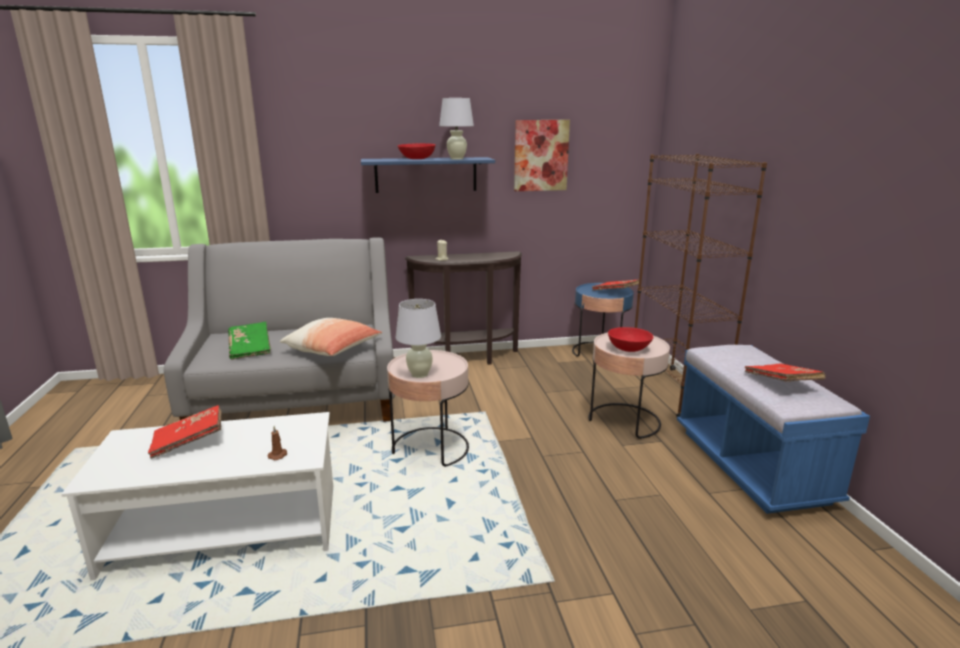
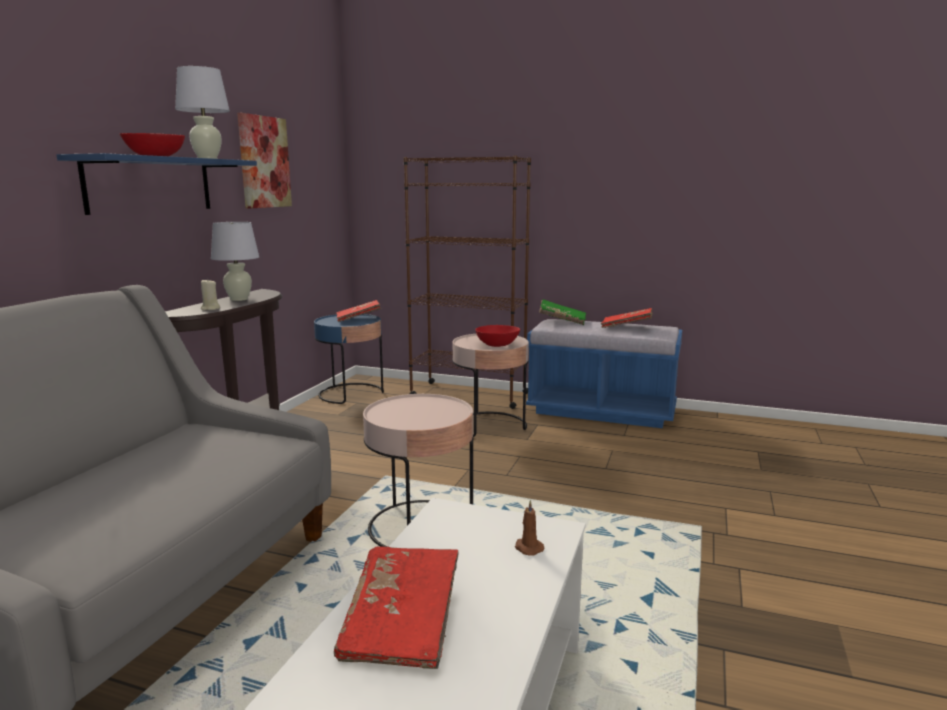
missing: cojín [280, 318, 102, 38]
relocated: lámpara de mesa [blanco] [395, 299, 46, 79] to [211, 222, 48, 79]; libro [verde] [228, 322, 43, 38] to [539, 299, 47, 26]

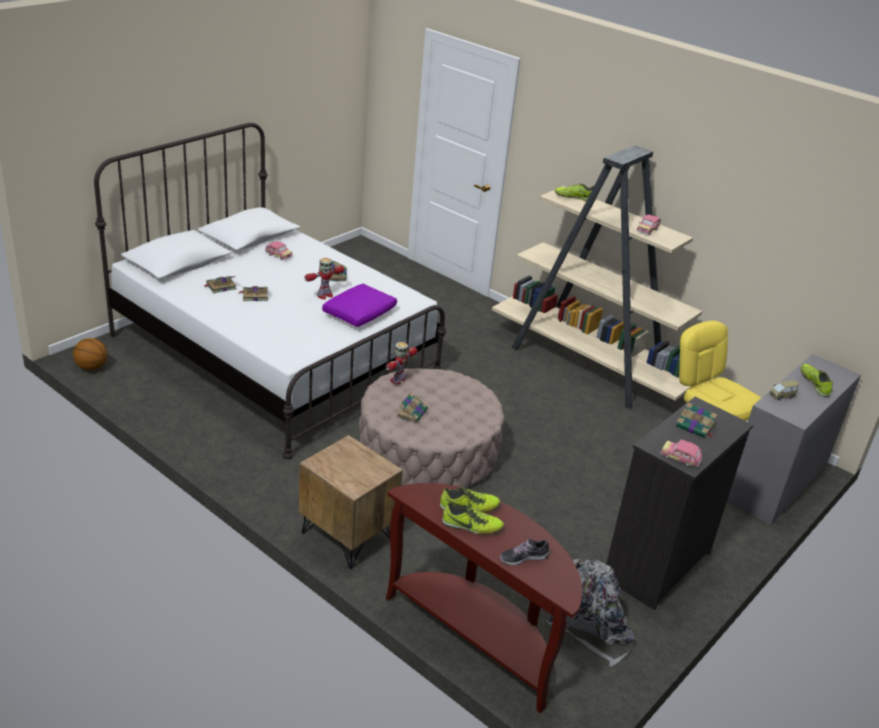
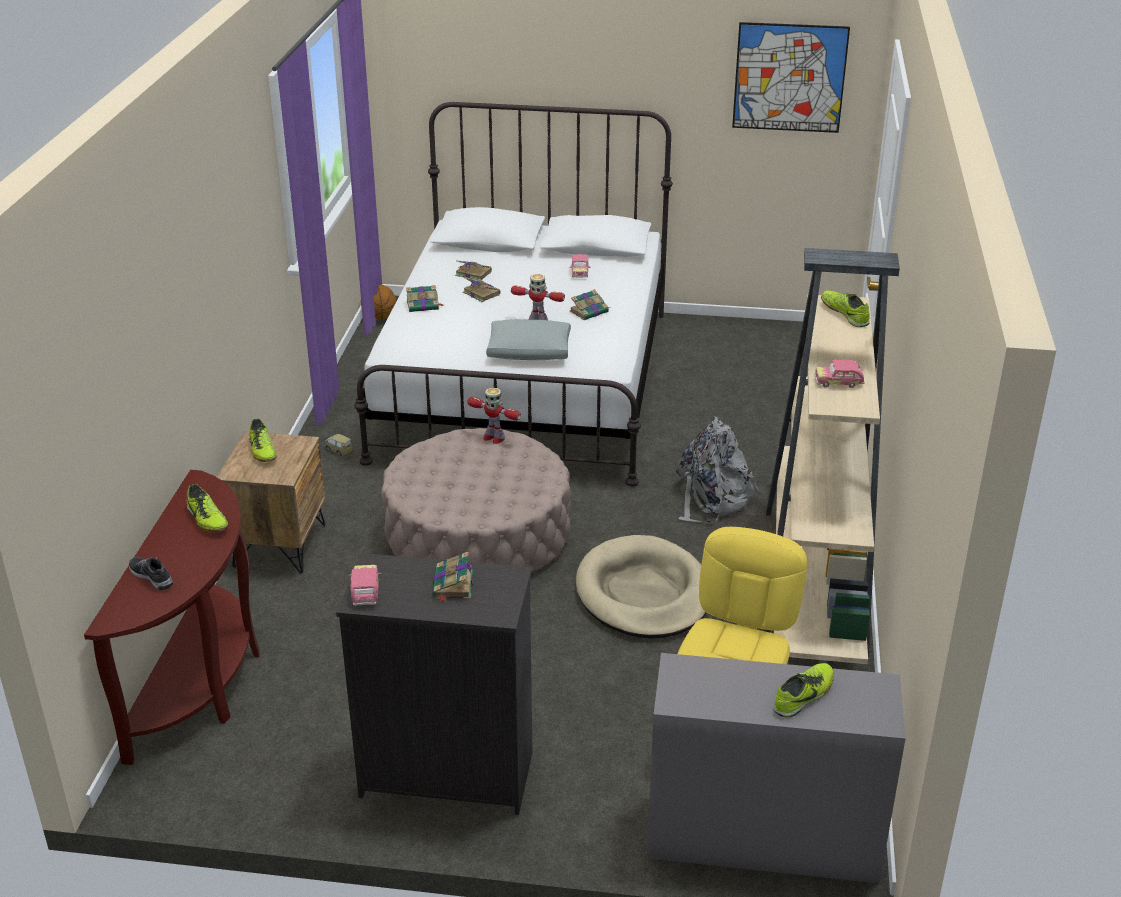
appeared: cama para perro [beis] [576, 535, 131, 103]; cuadro [732, 22, 118, 111]
relocated: zapato [442, 502, 62, 32] to [250, 419, 27, 43]; coche de juguete [769, 380, 30, 21] to [324, 434, 29, 22]; libro [396, 392, 32, 31] to [406, 285, 38, 27]; mochila [gris] [547, 559, 88, 108] to [676, 416, 83, 108]
colour: cojín [morado] [322, 284, 75, 43] to cojín [gris] [486, 319, 85, 41]
spun: robot de juguete [386, 342, 31, 42] = [467, 388, 54, 56] 150 degrees counterclockwise

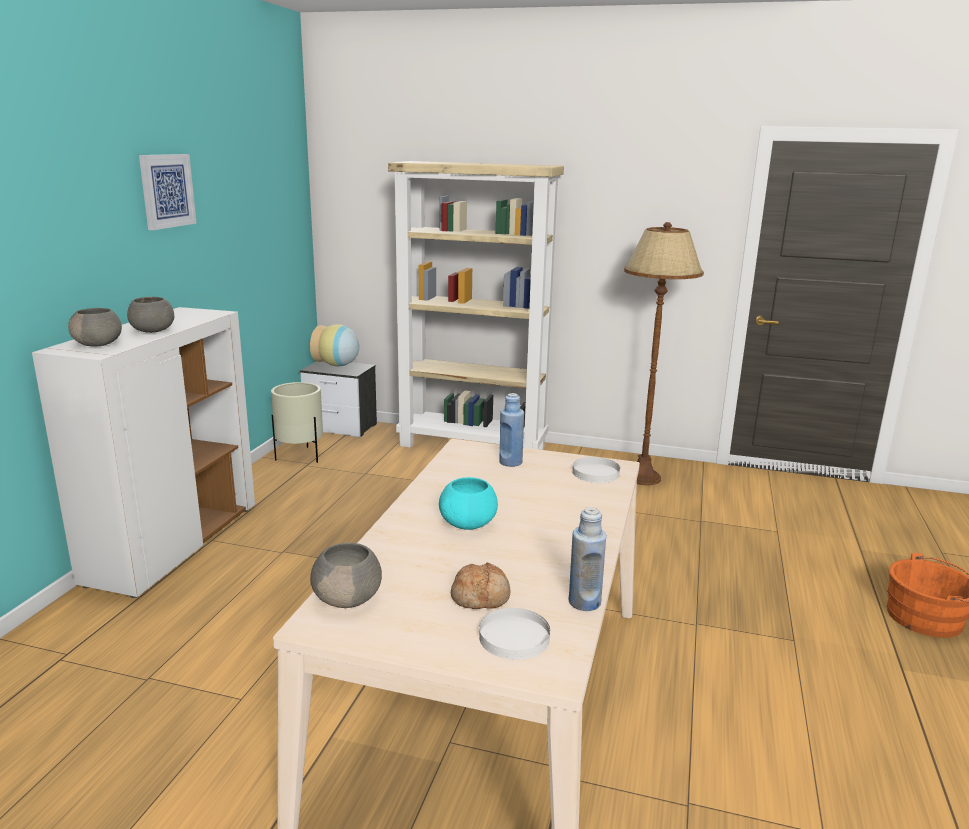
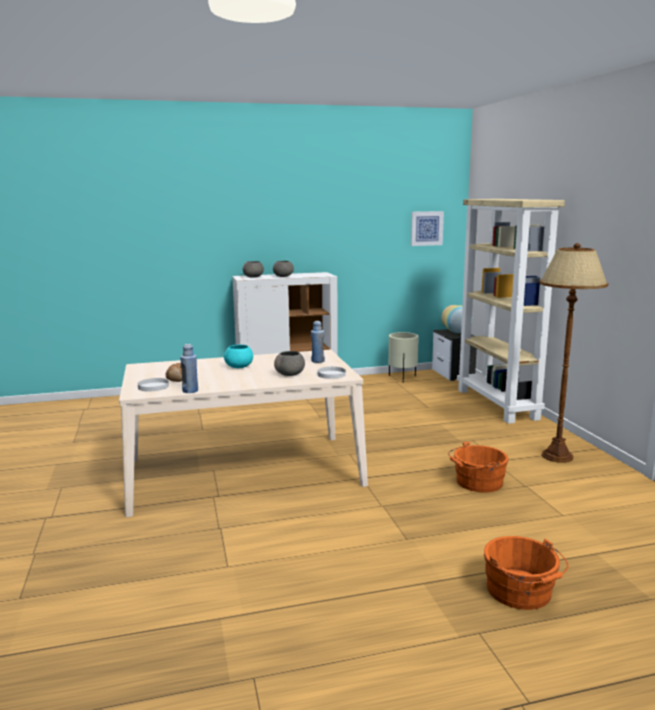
appeared: cubo [naranja] [448, 441, 61, 51]
relocated: cuenco [gris] [310, 543, 72, 65] to [274, 351, 31, 25]; cuadro [139, 154, 58, 76] to [411, 211, 33, 35]

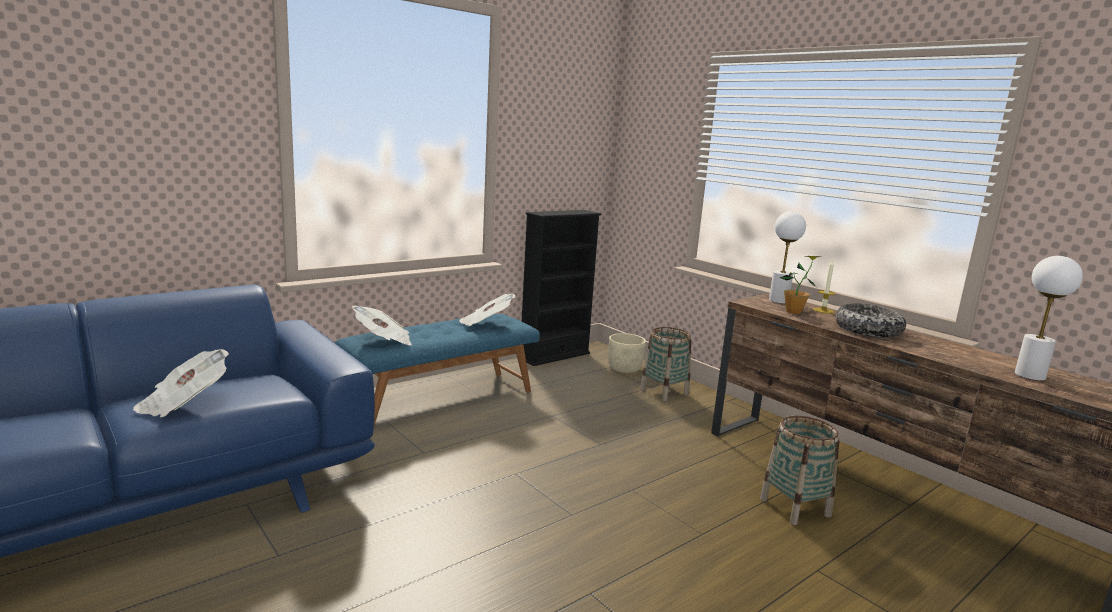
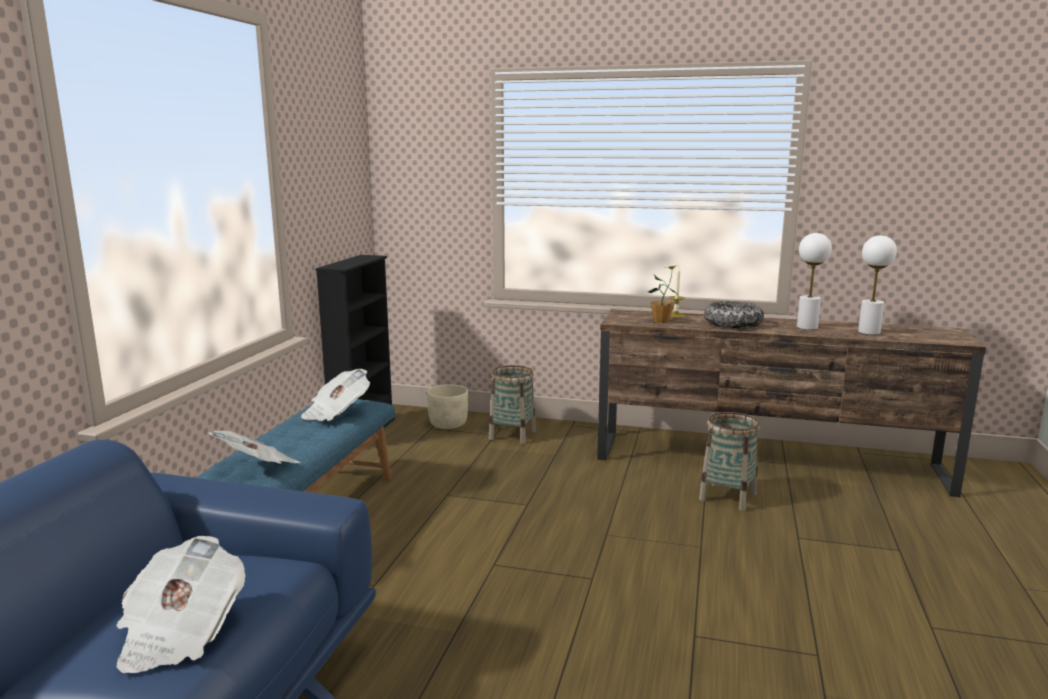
relocated: lámpara de mesa [blanco] [769, 211, 37, 93] to [797, 233, 35, 97]

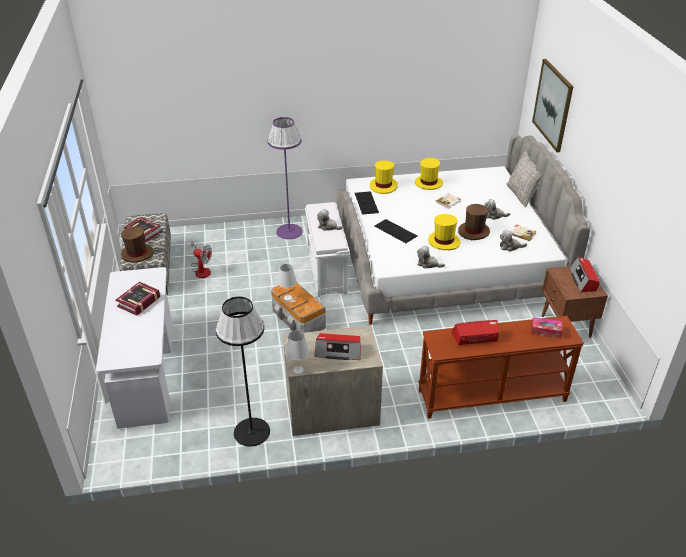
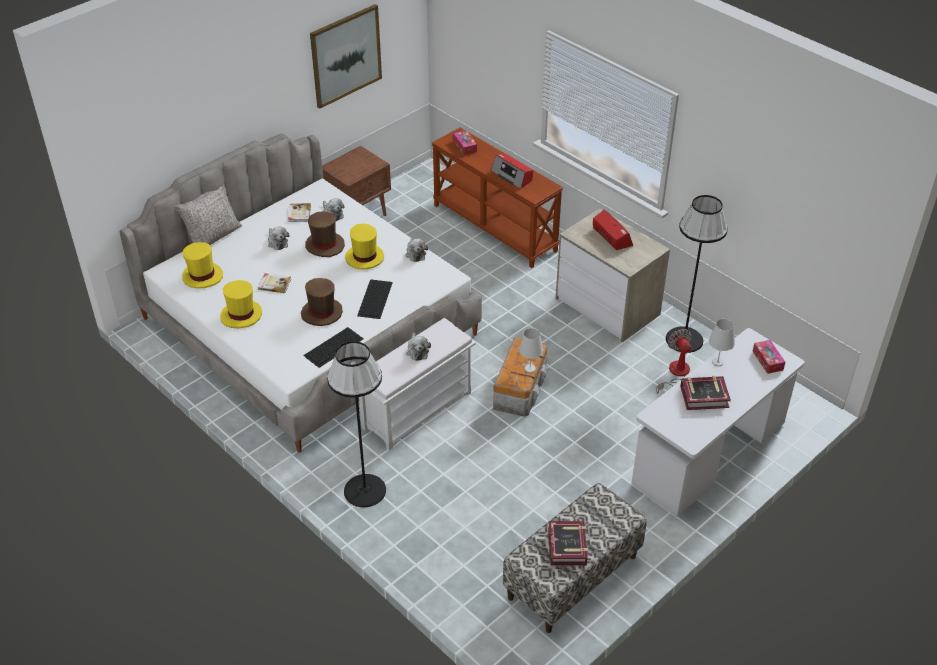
missing: radio [569, 257, 31, 36]
appeared: caja de pañuelos [753, 340, 32, 34]
relocated: sombrero [amarillo] [370, 160, 27, 34] to [182, 242, 41, 47]; sombrero [marrón] [121, 226, 33, 37] to [301, 278, 42, 48]; cuadro [532, 59, 41, 93] to [310, 4, 72, 105]; ventilador [191, 241, 21, 37] to [656, 329, 36, 65]; lámpara de mesa [blanco] [285, 330, 24, 44] to [709, 319, 26, 47]
colour: lámpara de pie [morado] [267, 117, 36, 122] to lámpara de pie [negro] [327, 341, 59, 166]

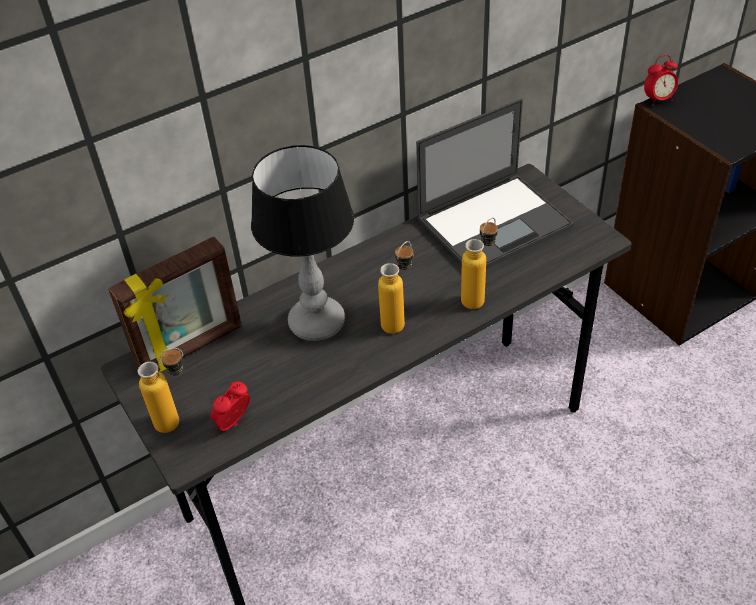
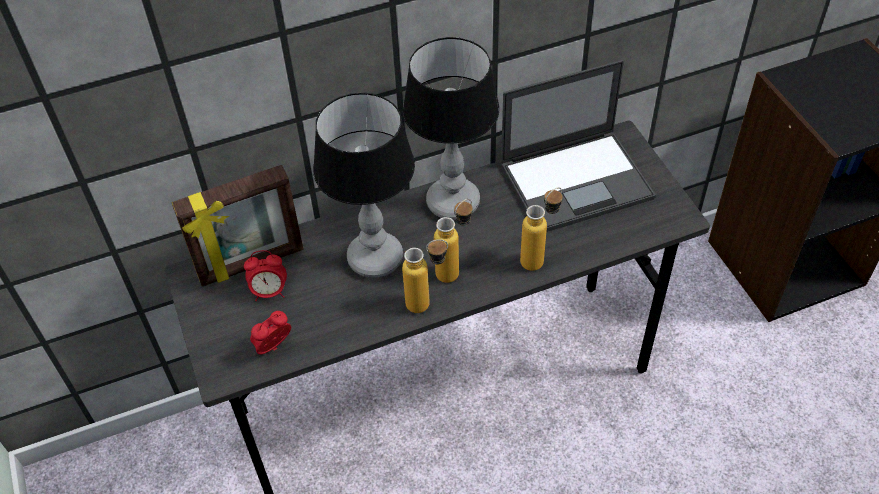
appeared: lámpara de mesa [402, 37, 98, 183]
relocated: despertador [644, 55, 34, 51] to [244, 250, 43, 51]; botella [138, 348, 45, 85] to [402, 239, 46, 74]

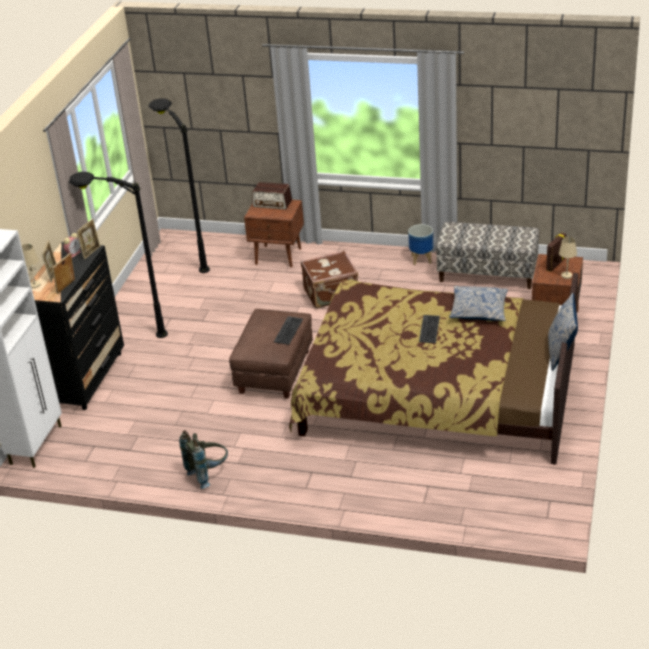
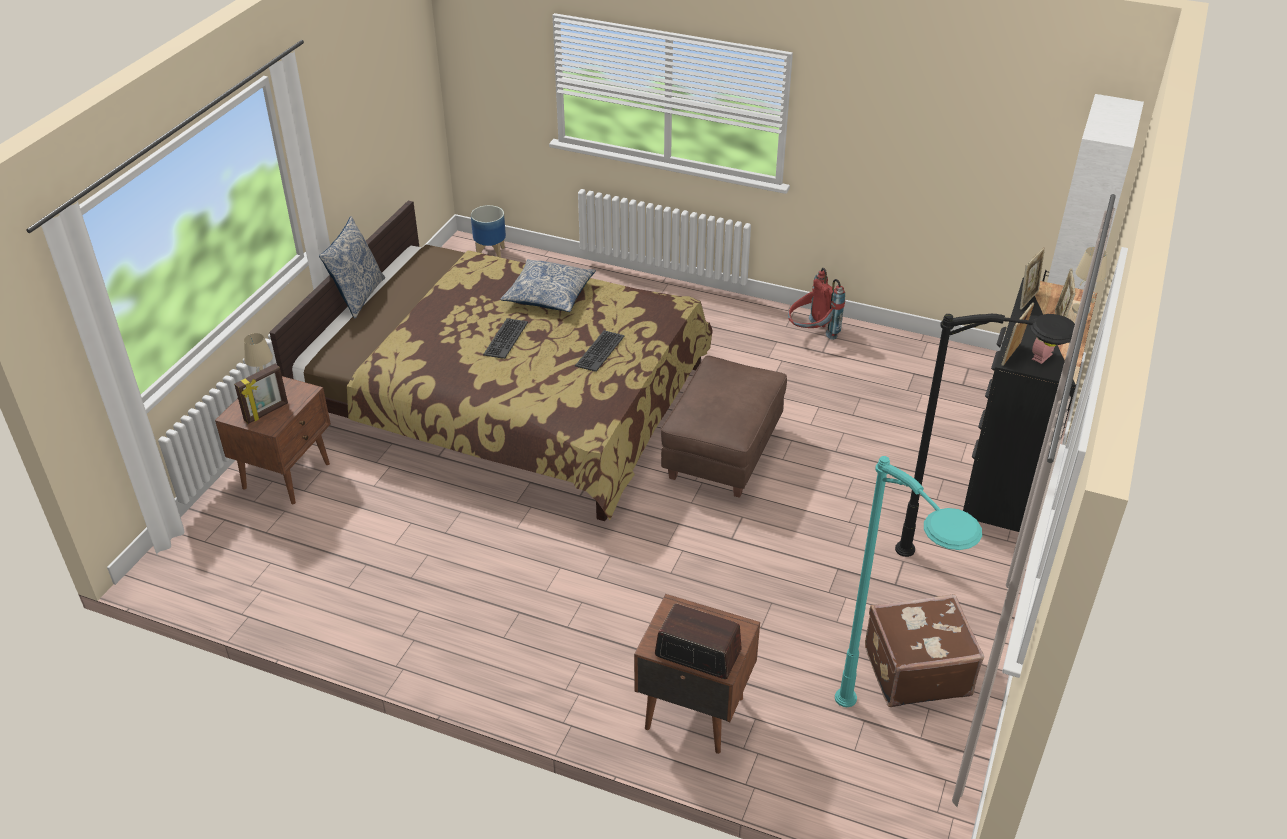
missing: banco [436, 222, 103, 67]
relocated: maceta [408, 224, 25, 41] to [471, 205, 35, 53]; cojín [449, 286, 59, 35] to [500, 259, 96, 53]; teclado [274, 316, 29, 29] to [575, 330, 50, 42]; maleta [marrón] [300, 251, 58, 58] to [865, 594, 119, 113]
colour: mochila [gris] [179, 430, 49, 59] to mochila [rojo] [788, 268, 57, 72]; lámpara de pie [negro] [148, 98, 62, 175] to lámpara de pie [turquesa] [835, 456, 147, 251]

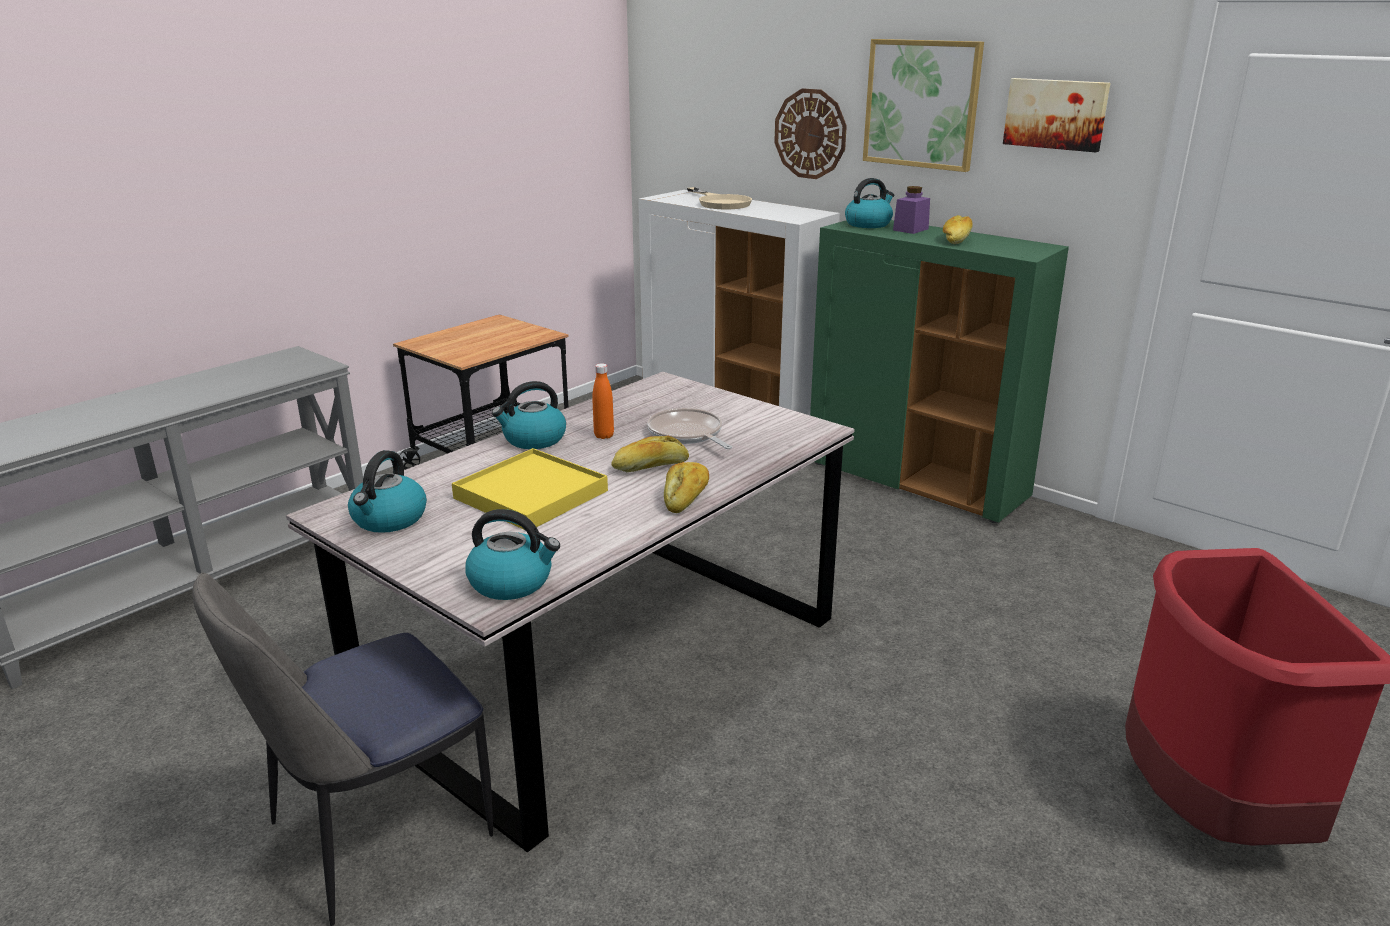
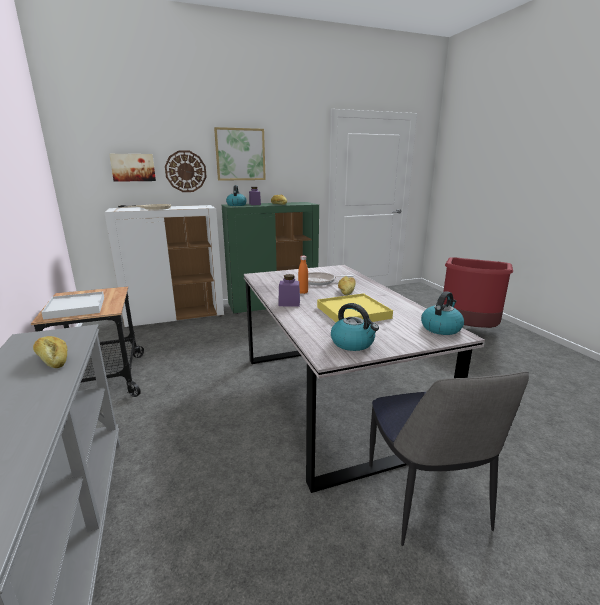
appeared: bandeja [blanco] [41, 292, 63, 28]
relocated: pan [664, 462, 45, 51] to [33, 336, 34, 32]; cuadro [1003, 78, 107, 74] to [109, 154, 47, 28]
exchanged: hervidor [492, 381, 74, 68] to tarro [morado] [278, 274, 22, 33]

